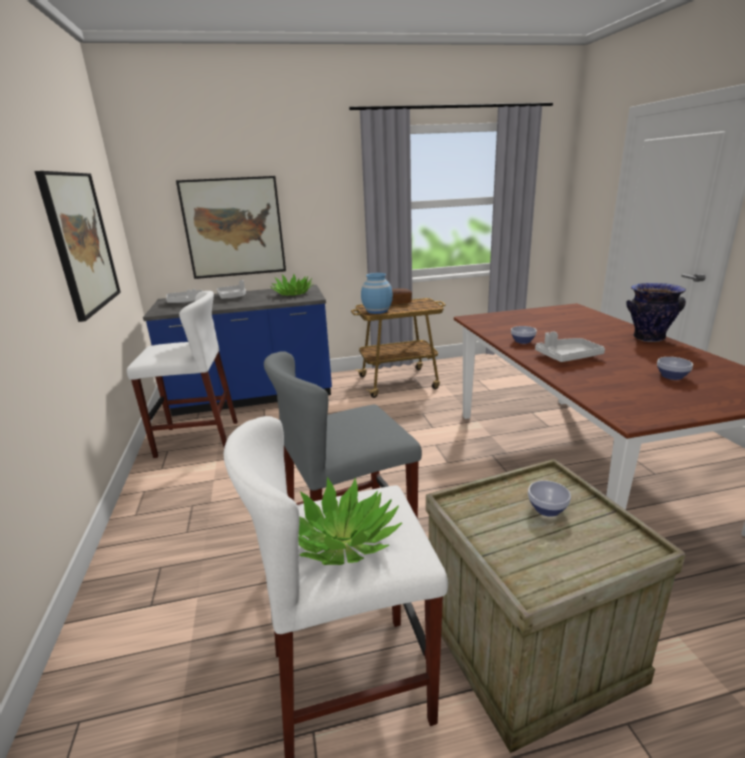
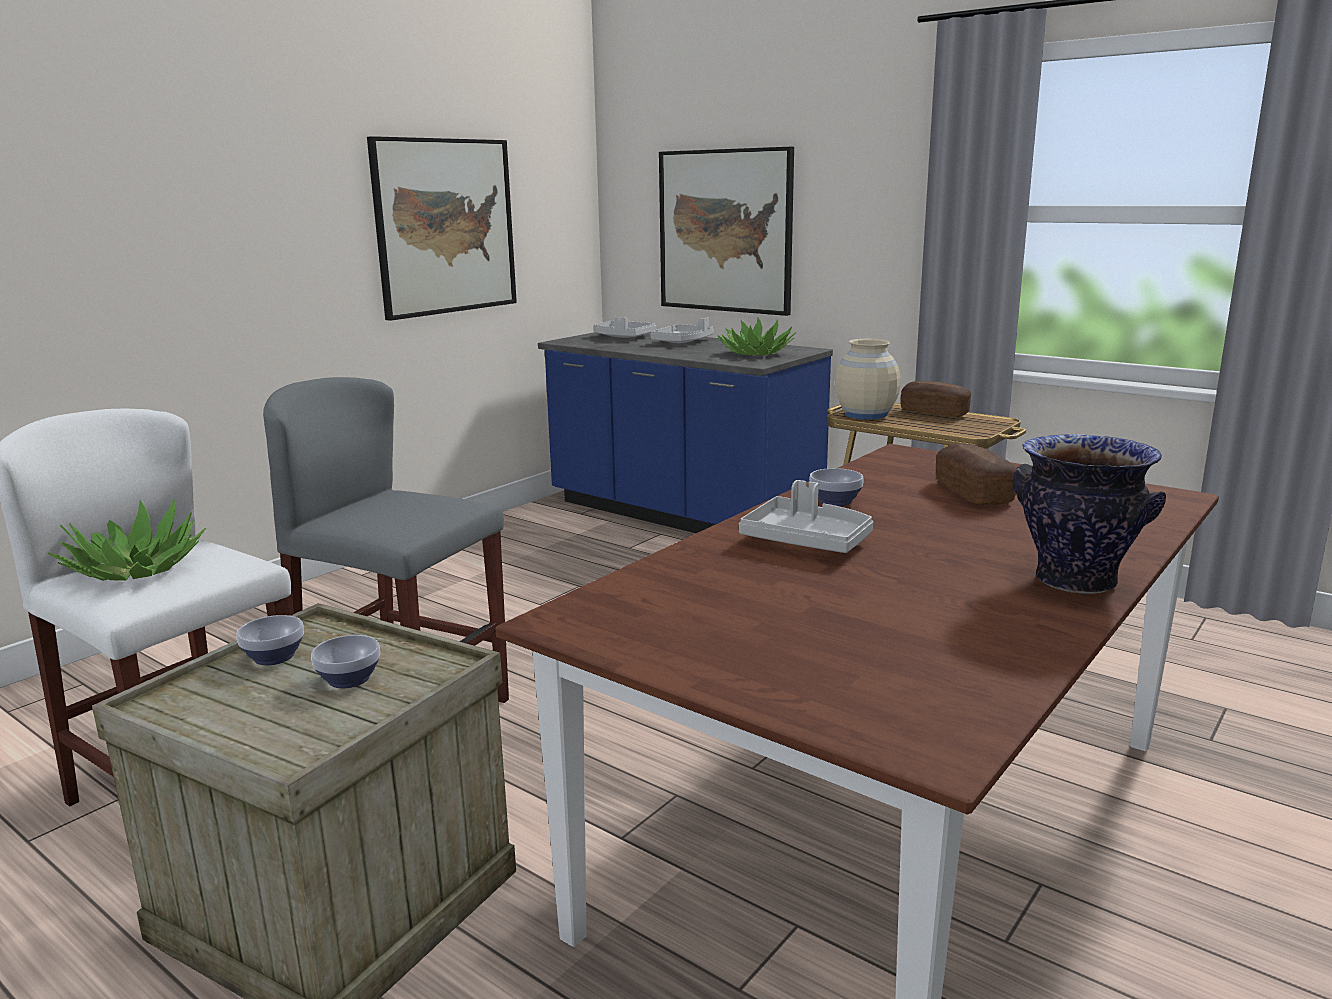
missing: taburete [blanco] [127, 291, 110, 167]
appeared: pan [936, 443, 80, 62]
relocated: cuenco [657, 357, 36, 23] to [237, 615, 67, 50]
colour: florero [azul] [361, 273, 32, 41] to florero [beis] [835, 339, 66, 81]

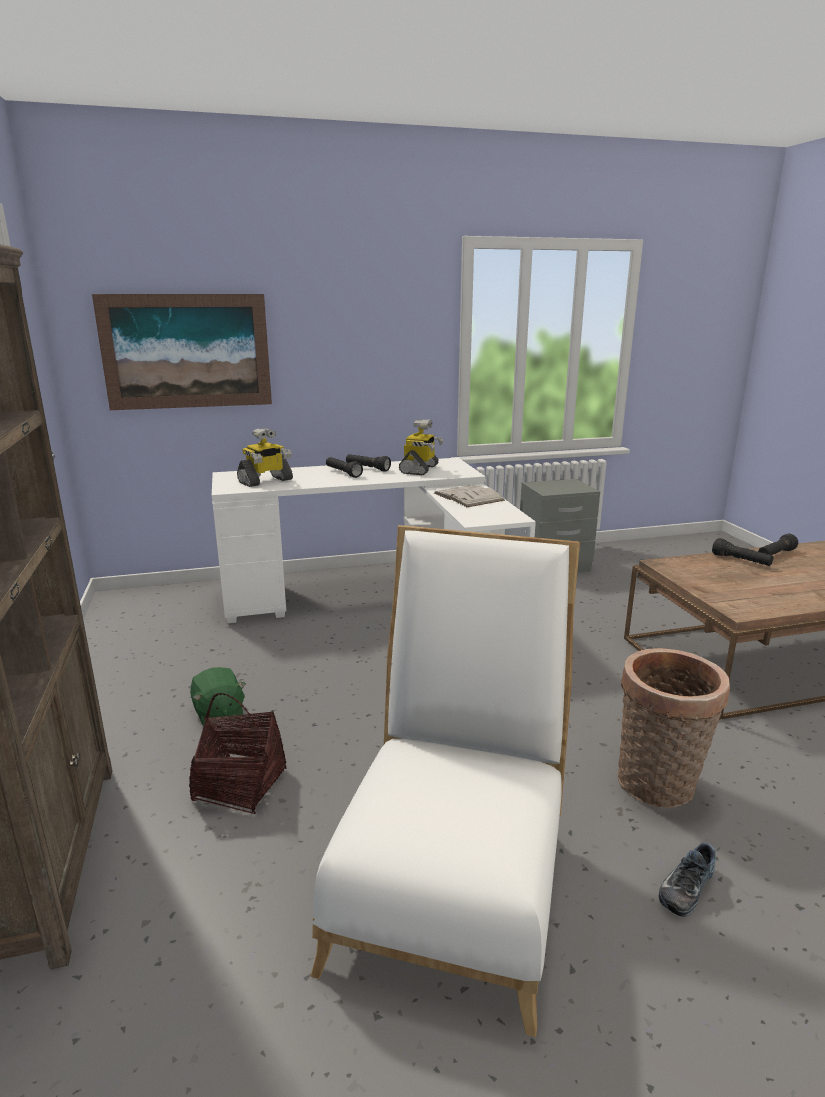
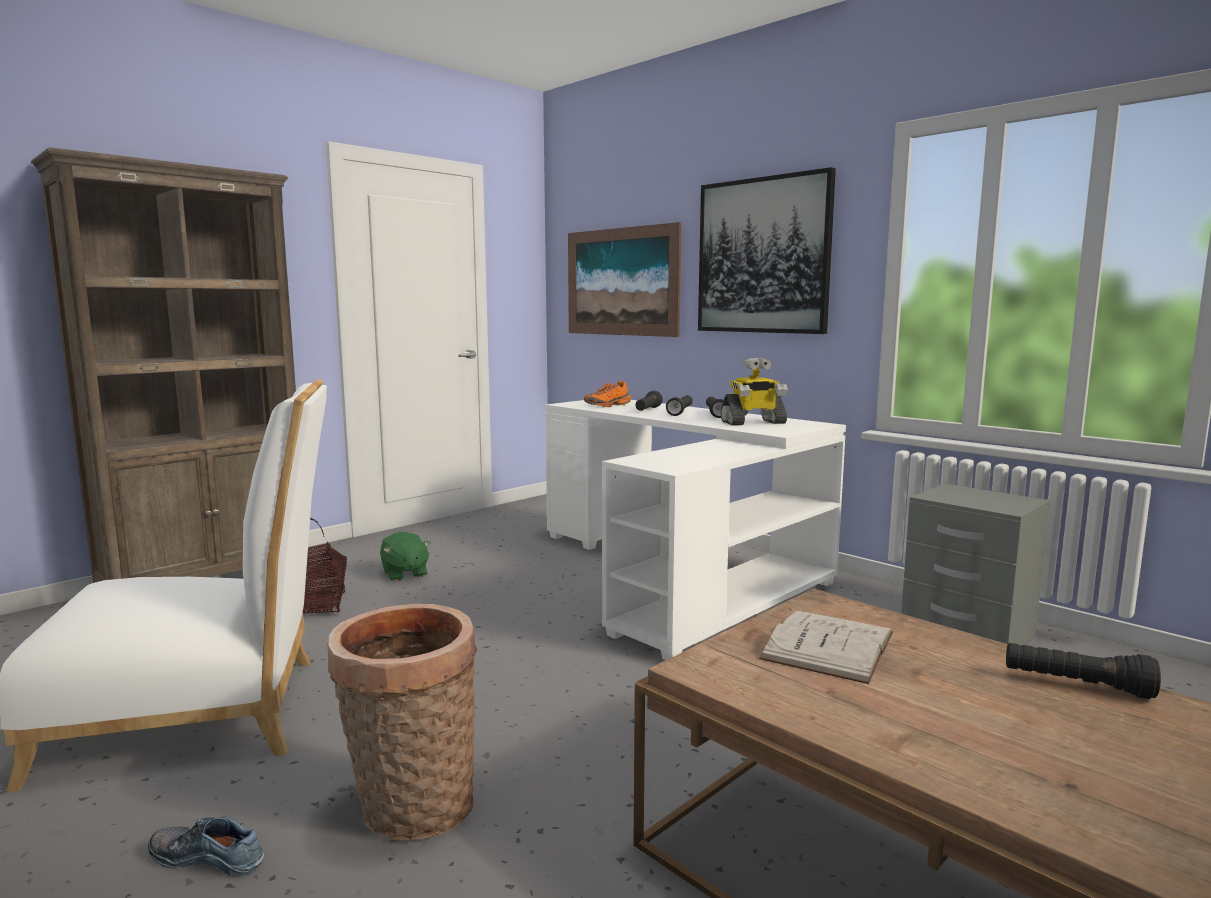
appeared: cuadro [698, 167, 138, 167]
relocated: linterna [negro] [712, 538, 61, 28] to [635, 391, 28, 20]; libro [blanco] [434, 485, 71, 22] to [759, 610, 134, 74]
exchanged: robot de juguete [237, 428, 56, 59] to zapato [naranja] [584, 381, 47, 26]
spun: peluche [verde] [190, 667, 56, 60] = [380, 532, 51, 49] 60 degrees counterclockwise

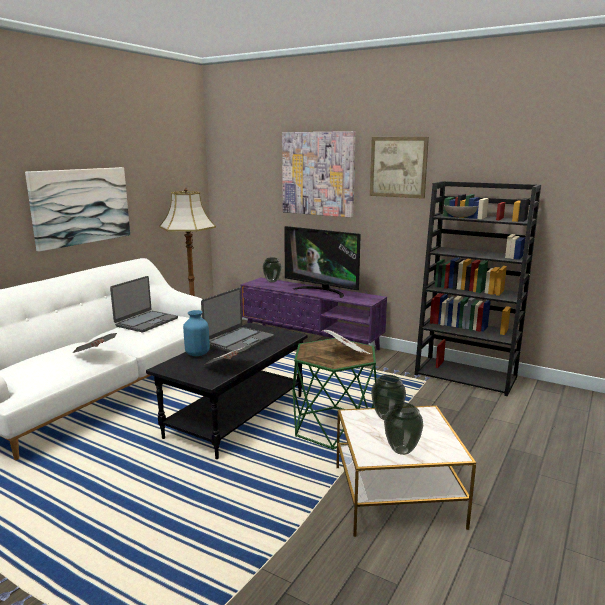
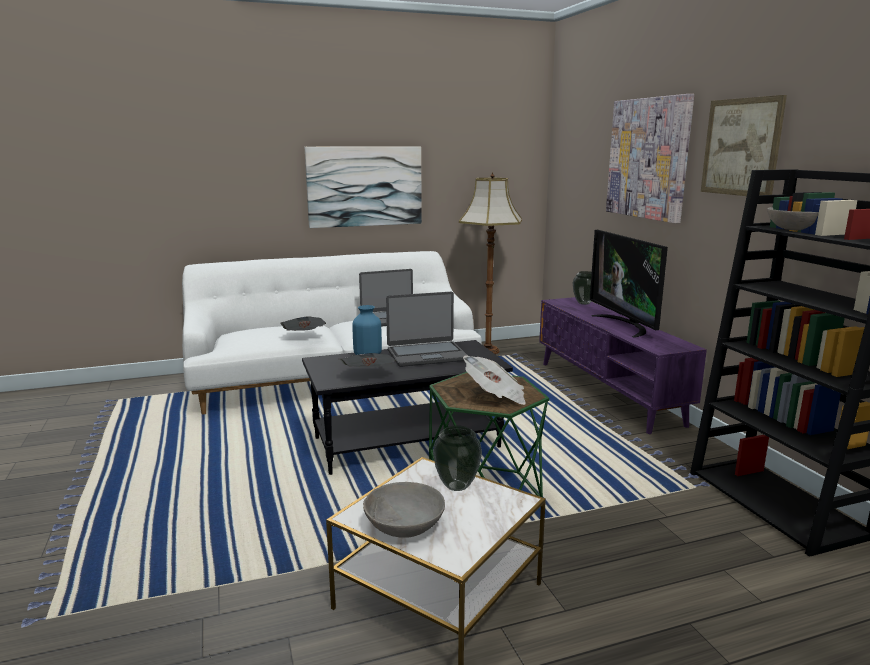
exchanged: florero [384, 403, 39, 52] to cuenco [gris] [363, 482, 82, 56]

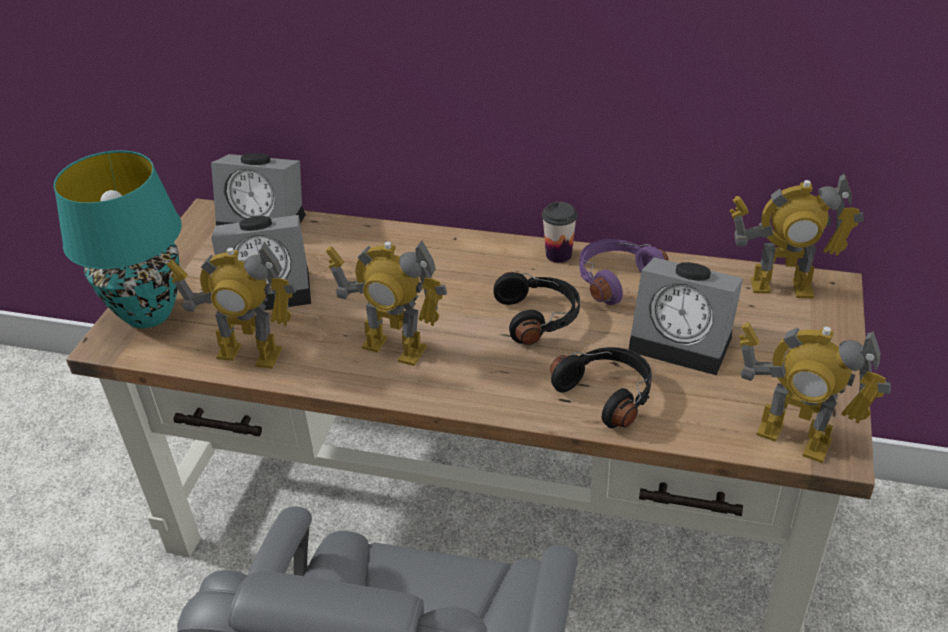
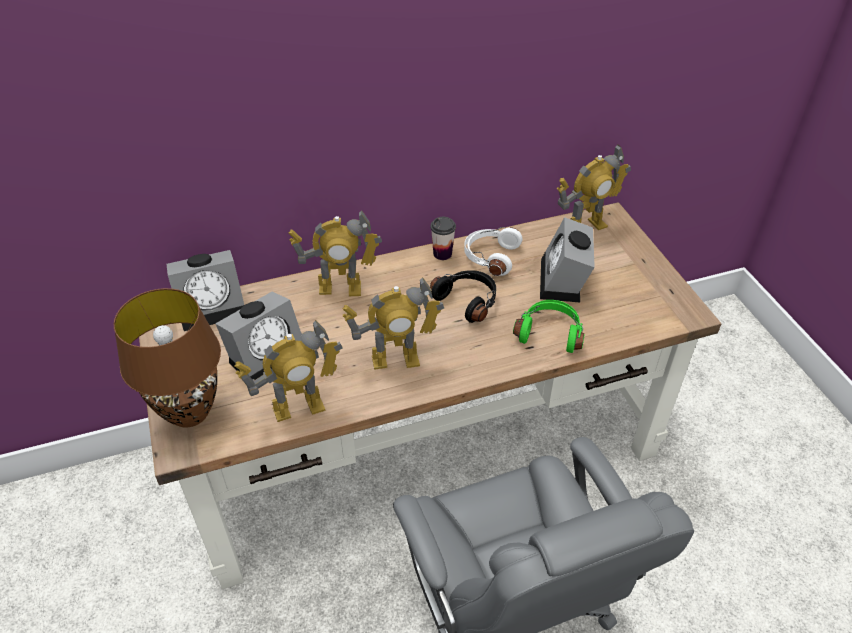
relocated: robot de juguete [739, 322, 152, 141] to [288, 210, 94, 86]
colour: lámpara de mesa [turquesa] [53, 150, 129, 178] to lámpara de mesa [marrón] [114, 288, 107, 139]; auriculares [morado] [579, 239, 90, 66] to auriculares [blanco] [464, 227, 58, 49]; auriculares [negro] [550, 347, 102, 81] to auriculares [verde] [513, 300, 72, 53]
spun: despertador [628, 257, 115, 118] = [540, 217, 55, 85] 105 degrees clockwise

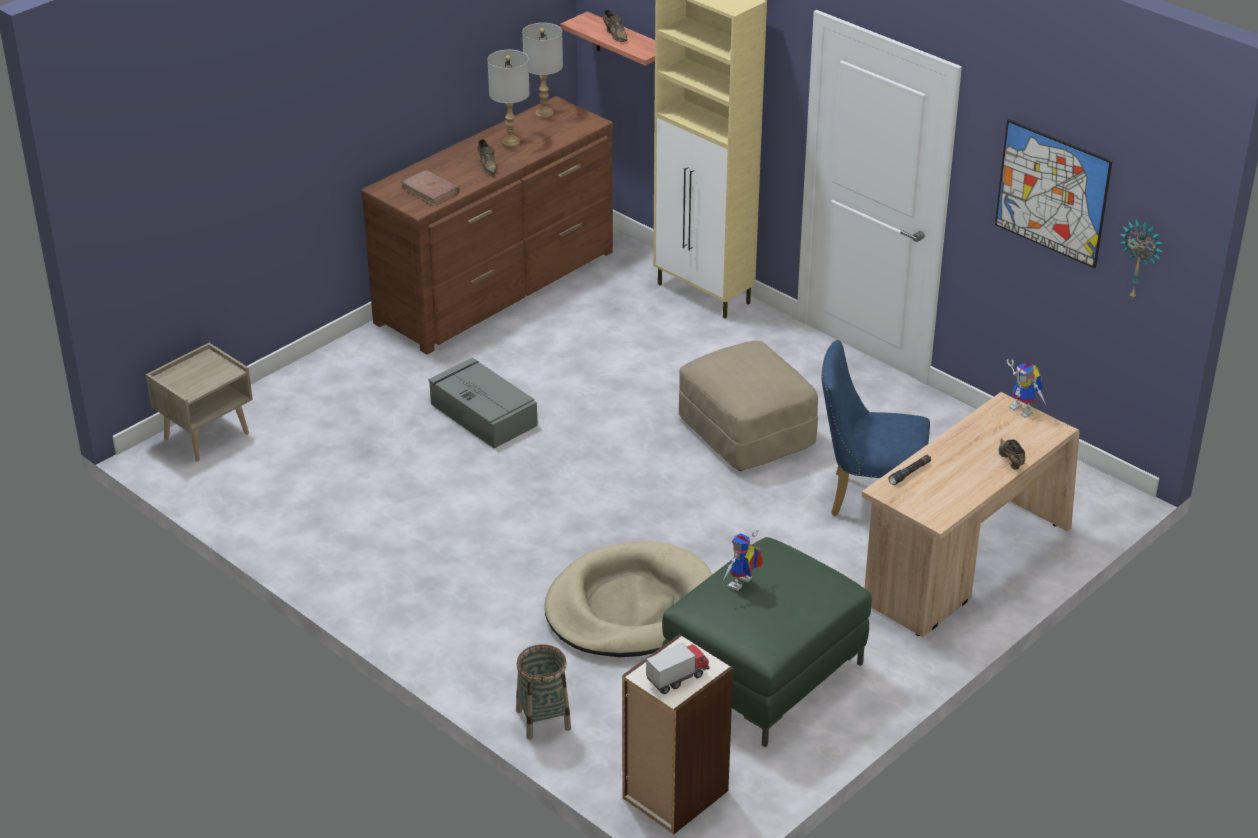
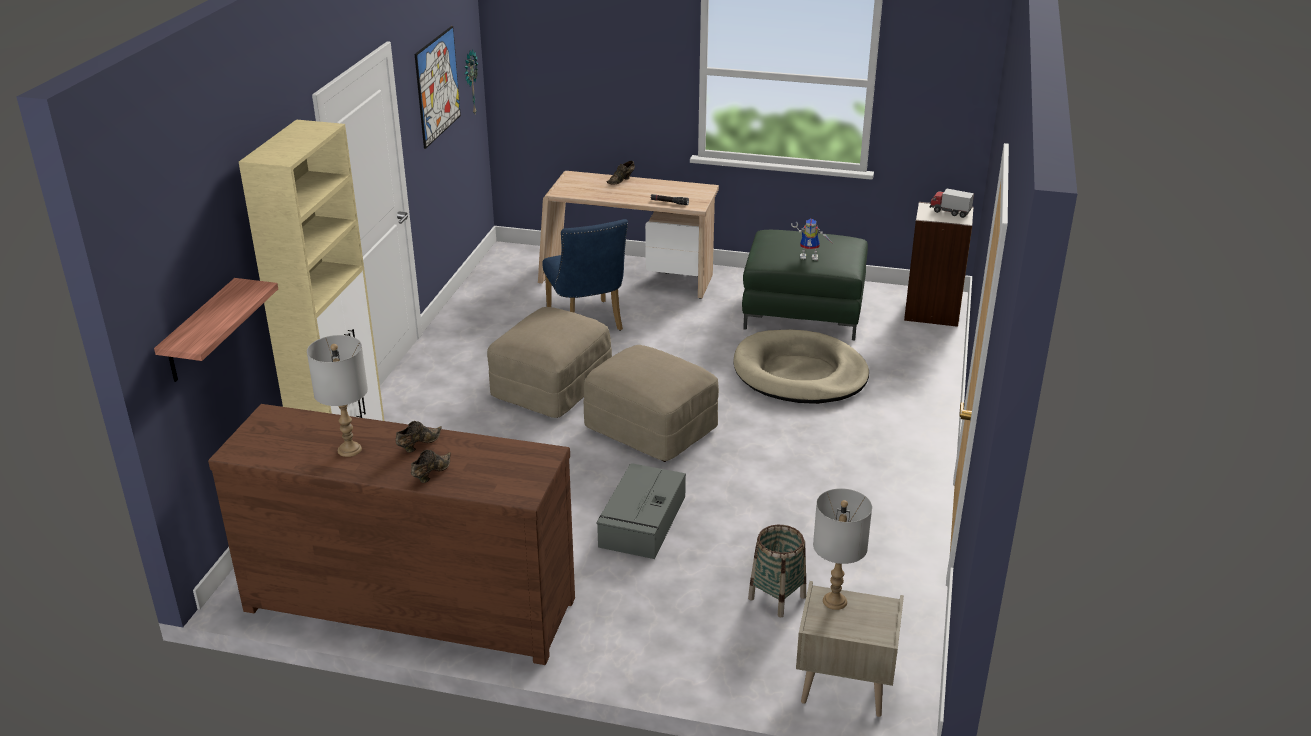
missing: libro [marrón] [401, 170, 58, 36]; robot de juguete [1007, 359, 39, 58]
appeared: puf [beis] [584, 345, 135, 117]
relocated: zapato [marrón] [603, 9, 24, 33] to [411, 450, 40, 33]; cesta [516, 644, 55, 95] to [748, 525, 58, 92]; lámpara de mesa [gris] [522, 23, 41, 95] to [813, 488, 59, 122]

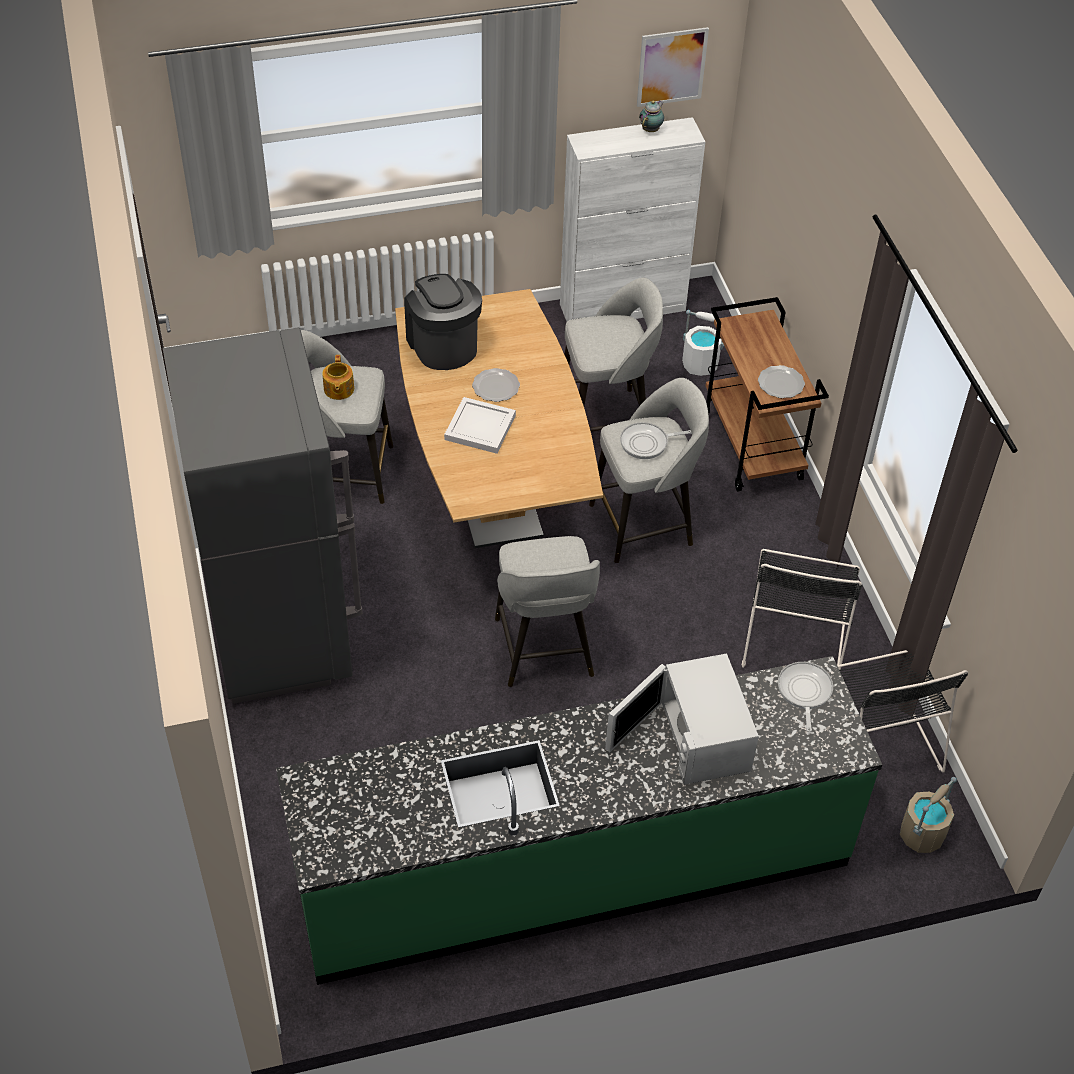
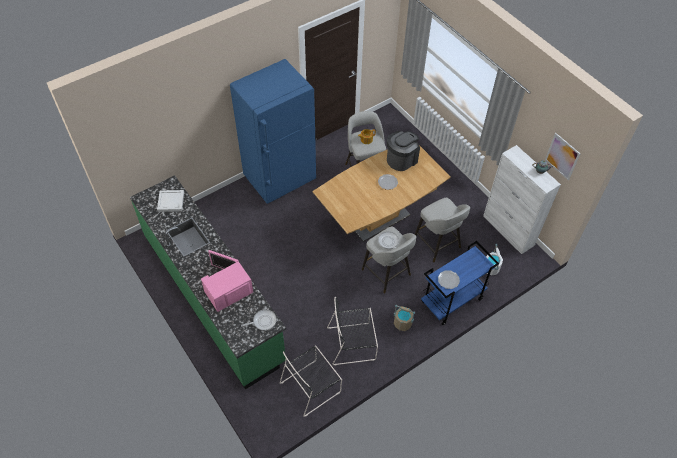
missing: taburete [gris] [495, 536, 105, 151]
relocated: bandeja [blanco] [444, 397, 72, 57] to [157, 190, 27, 22]; cubo [beis] [900, 777, 57, 76] to [394, 305, 21, 26]
colour: microondas [blanco] [605, 654, 154, 131] to microondas [rosa] [201, 250, 52, 62]; nevera [gris] [163, 327, 199, 377] to nevera [azul] [230, 59, 86, 145]; carrito [marrón] [705, 297, 124, 195] to carrito [azul] [421, 241, 78, 84]

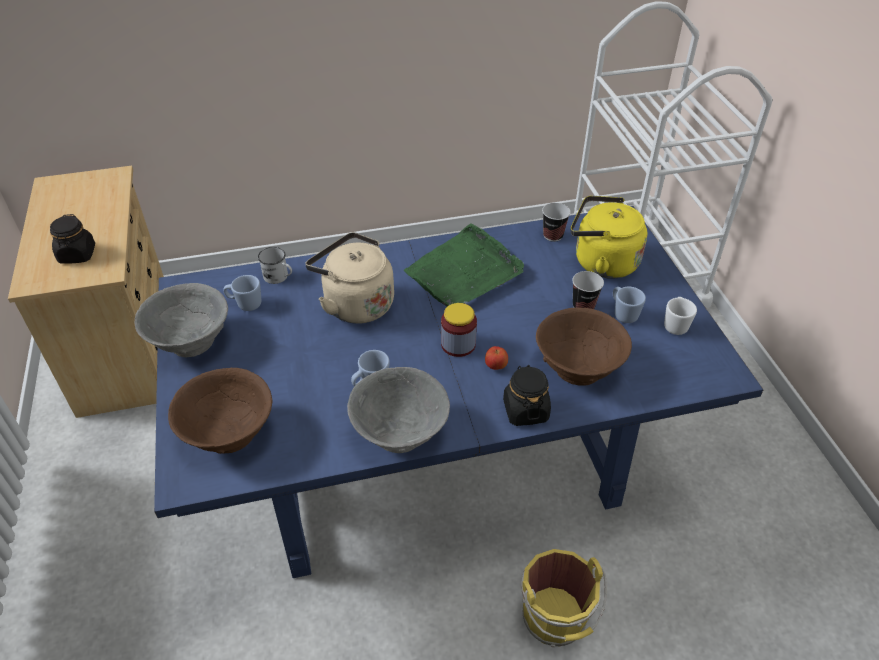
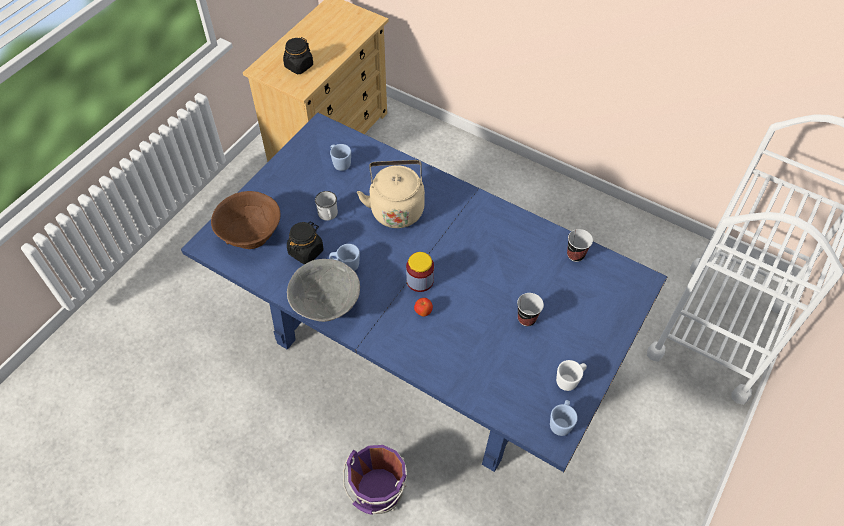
missing: cuenco [gris] [135, 283, 93, 74]; bandeja [verde] [404, 223, 120, 84]; cuenco [marrón] [536, 308, 96, 78]; hervidor [amarillo] [571, 196, 76, 83]
relocated: tarro [negro] [503, 365, 48, 61] to [287, 221, 37, 44]; taza grande [blanco] [258, 247, 34, 37] to [315, 191, 23, 30]; taza grande [azul] [613, 287, 33, 36] to [550, 400, 28, 36]
colour: cubo [amarillo] [521, 549, 86, 99] to cubo [morado] [343, 445, 64, 70]

